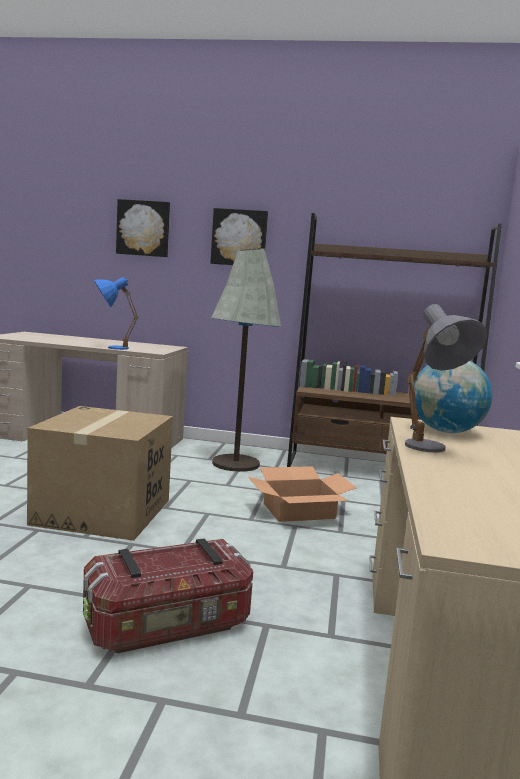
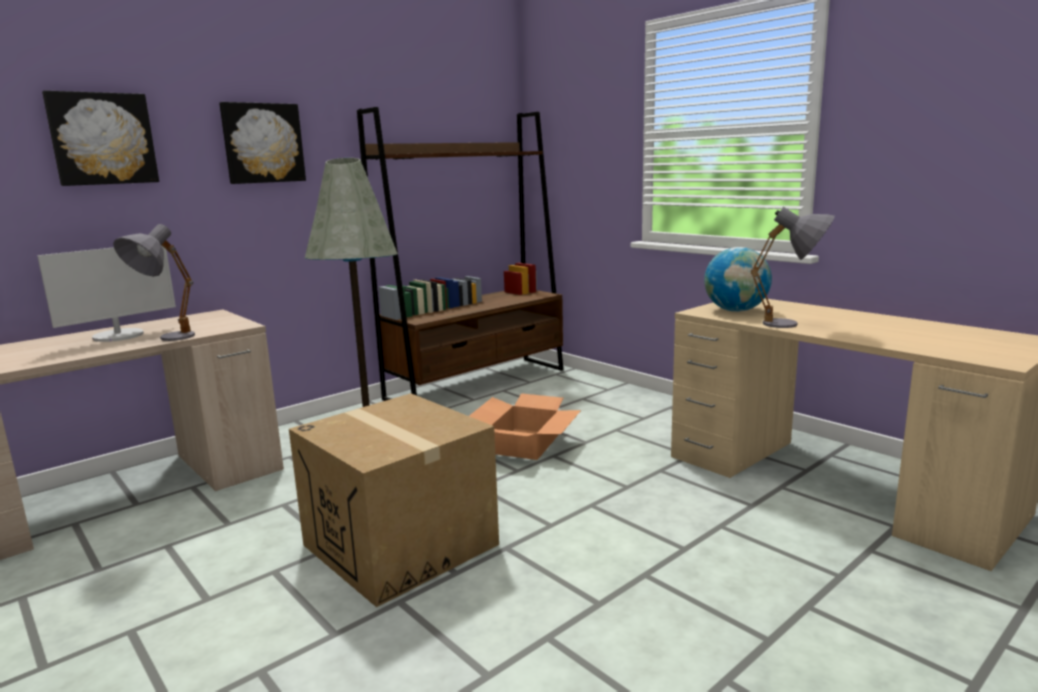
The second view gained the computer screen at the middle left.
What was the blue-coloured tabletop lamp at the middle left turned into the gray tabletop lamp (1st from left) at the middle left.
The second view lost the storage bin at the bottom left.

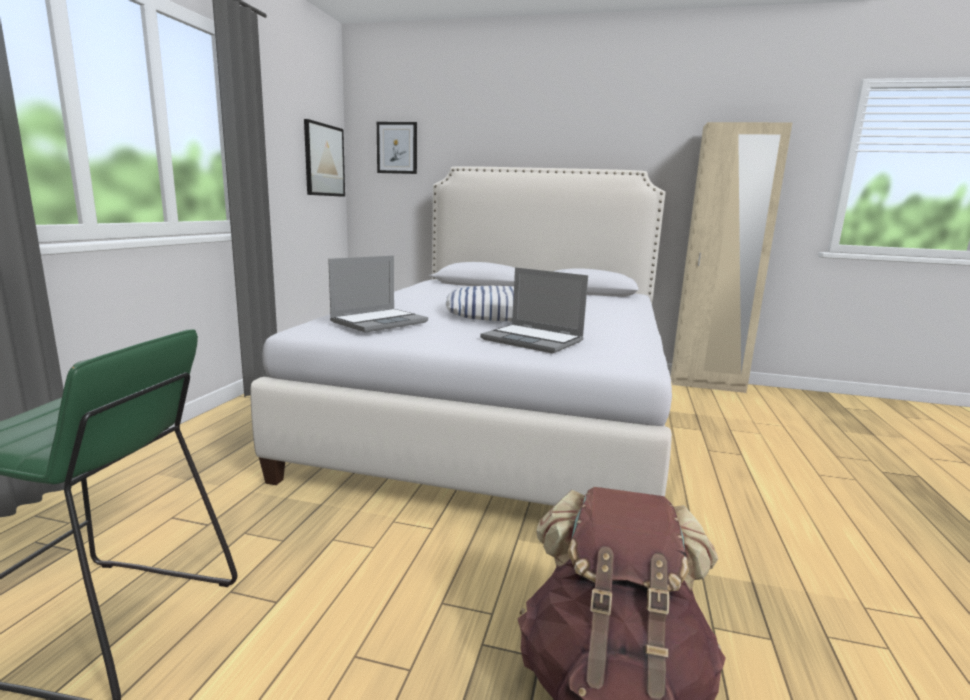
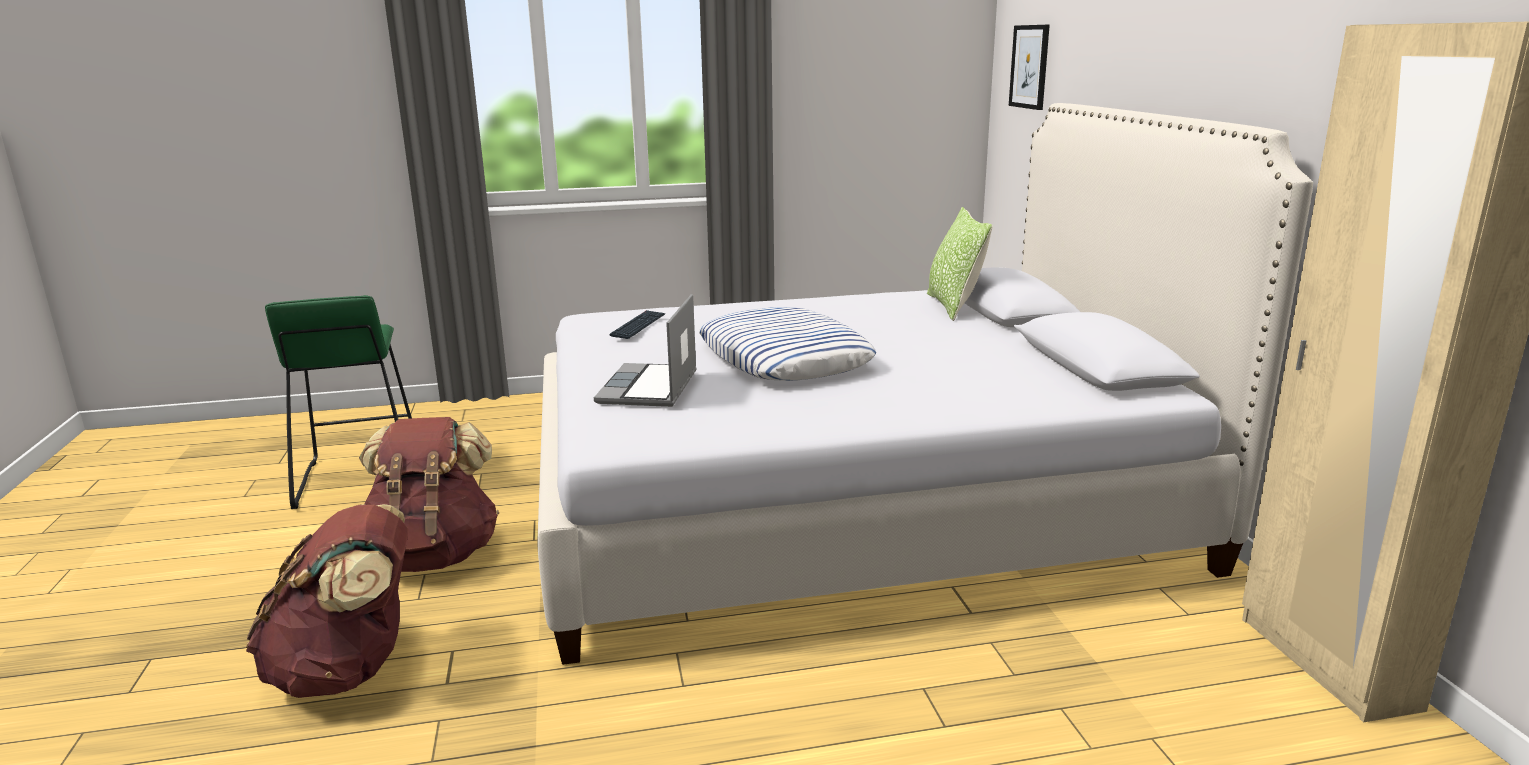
The second view gained the brown rucksack (2nd from left) at the middle left.
Where the notebook computer (1st from left) stood at the centre, the keyboard came to stand at the centre.
The second view gained the cushion (2nd from left) at the centre.
The second view lost the wall art (1st from left) at the top centre.

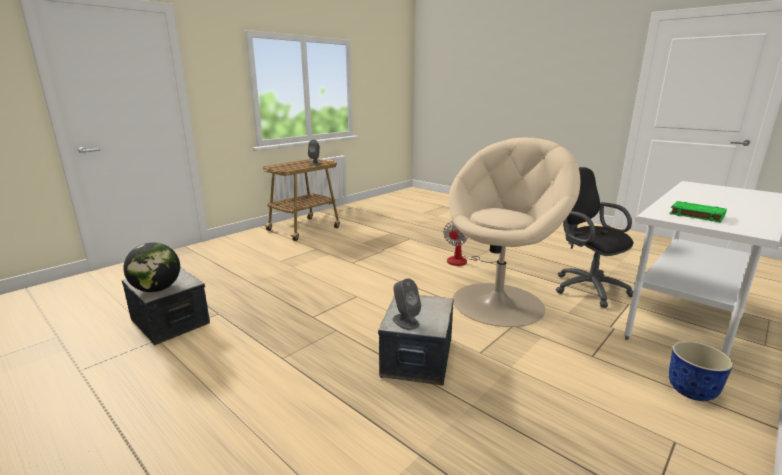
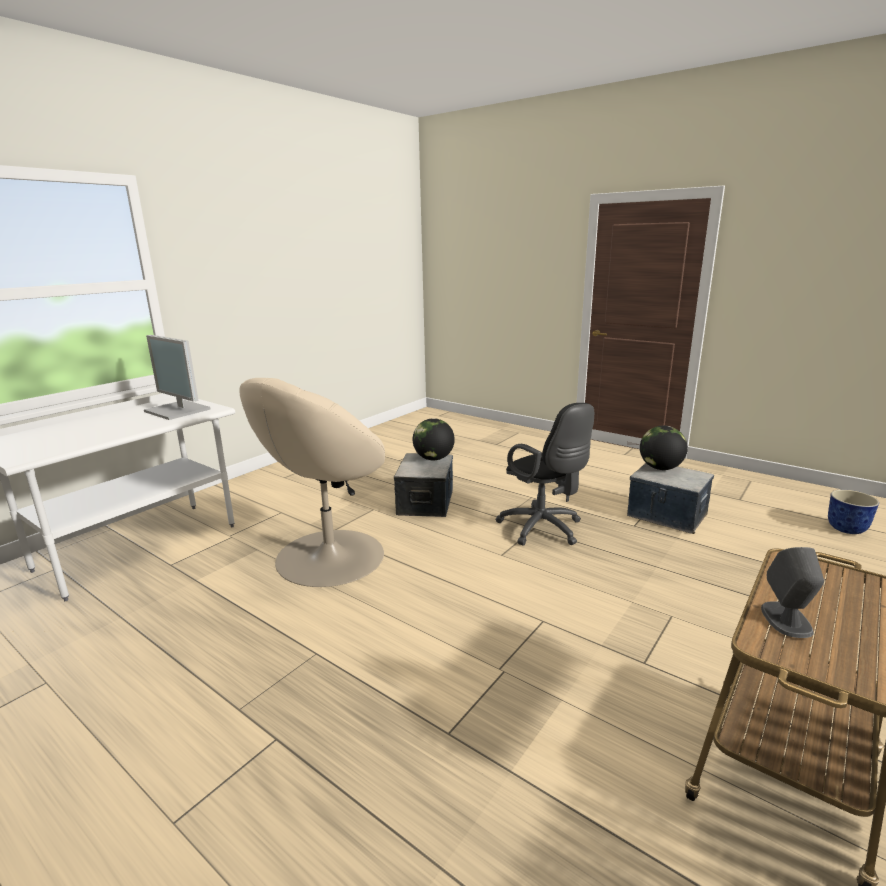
Where the greenish bound book stood at the middle right, the computer screen came to stand at the middle left.
Where the gray loudspeaker (2nd from left) stood at the centre, the desk globe (1st from left) came to stand at the centre.
The black-coloured computer chair ended up elsewhere, having gone from the middle right to the centre.
The planter ended up elsewhere, having gone from the bottom right to the middle right.
The second view lost the electric fan at the centre.

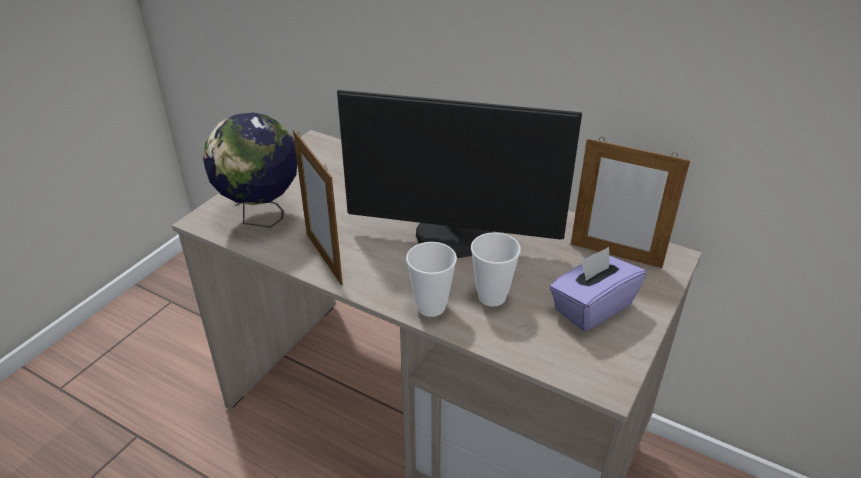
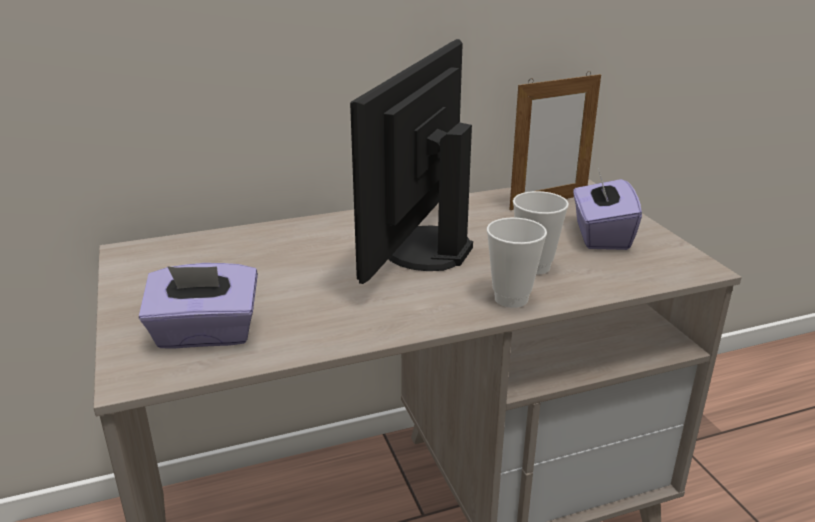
Where the desk globe stood at the middle left, the purple-coloured box of tissues (1st from left) came to stand at the middle left.
The computer screen at the centre ended up facing another way, 150 degrees clockwise from before.
The second view lost the picture frame (1st from left) at the centre.

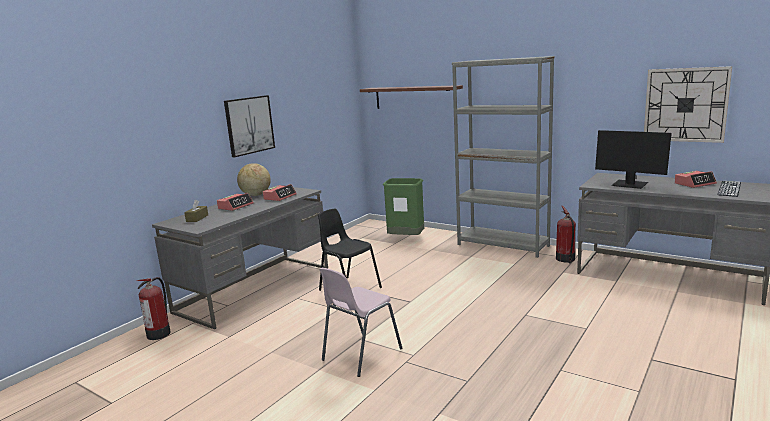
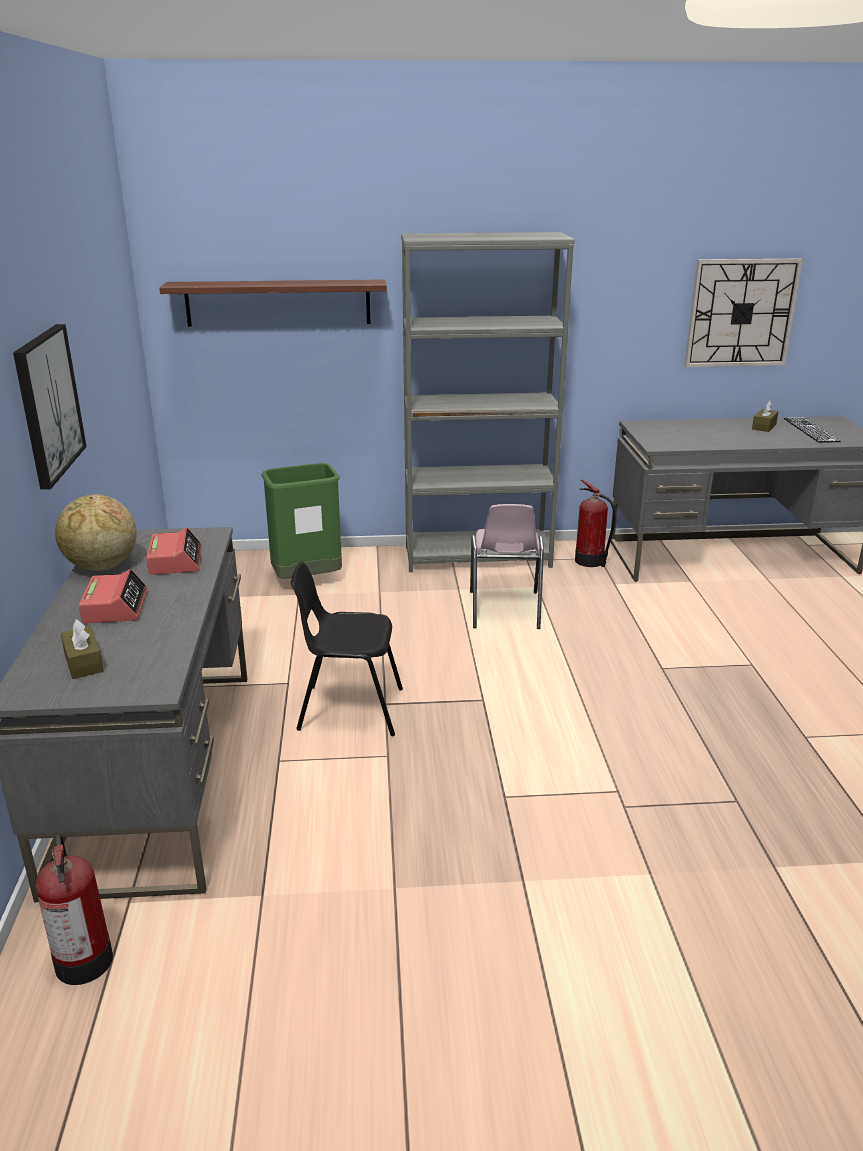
The pink-coloured upright chair ended up elsewhere, having gone from the bottom centre to the centre.
Where the bedside clock (3rd from left) stood at the middle right, the brown box of tissues (2nd from left) came to stand at the middle right.
The second view lost the computer screen at the middle right.

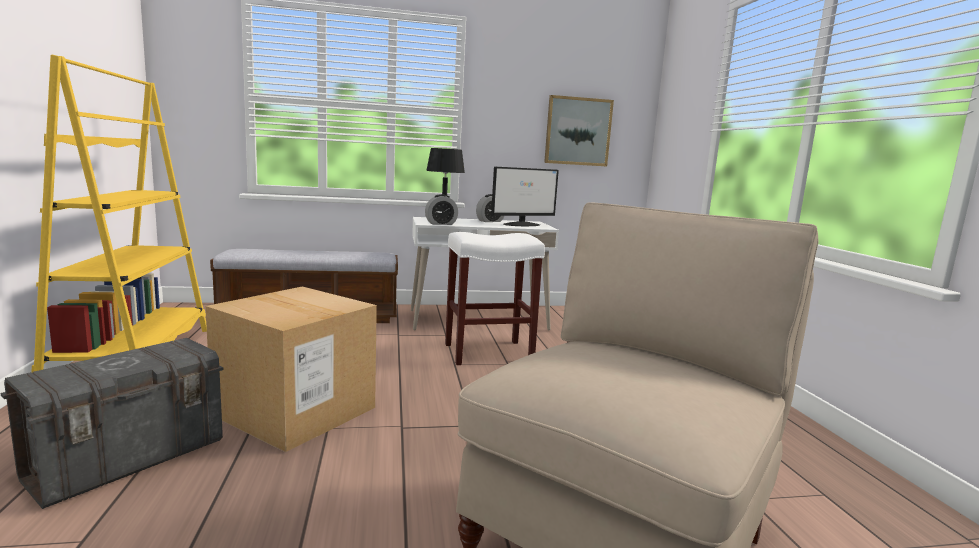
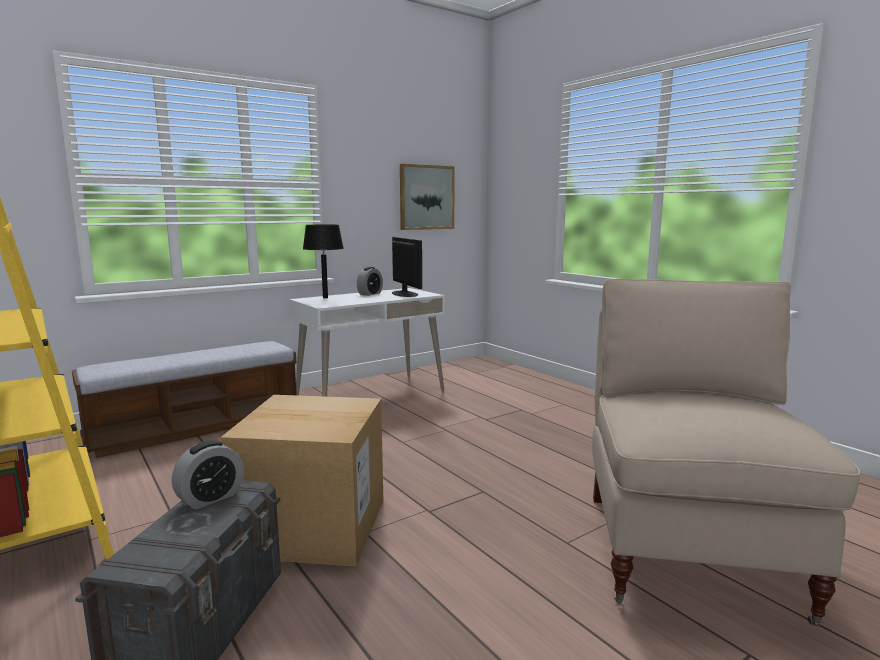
The bedside clock (1st from left) ended up elsewhere, having gone from the centre to the bottom left.
The computer screen at the centre ended up facing another way, 60 degrees counterclockwise from before.
The second view lost the white-coloured sitting stool at the centre.

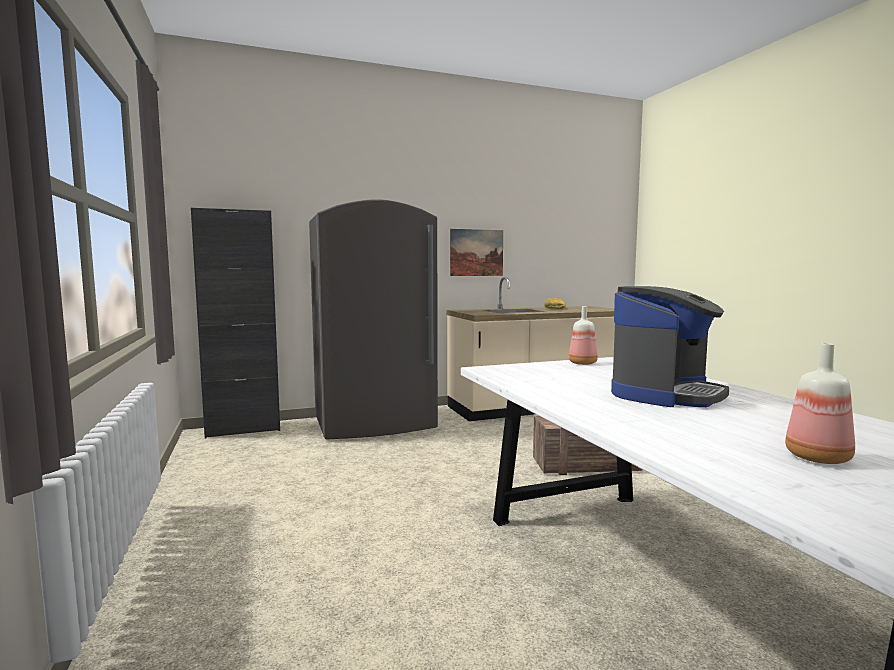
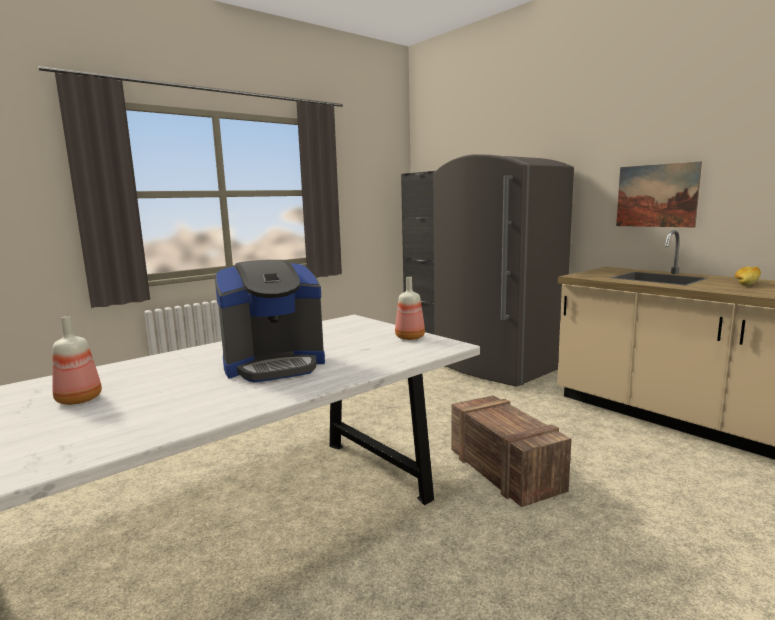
The coffee brewer at the middle right ended up facing another way, 45 degrees counterclockwise from before.

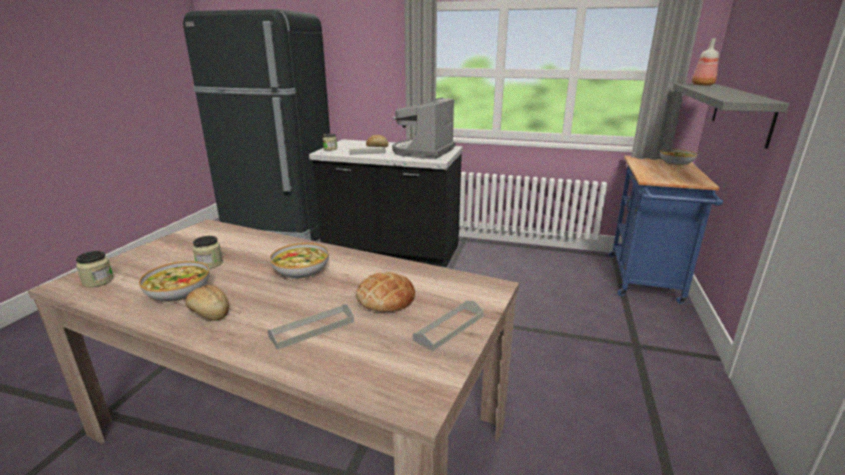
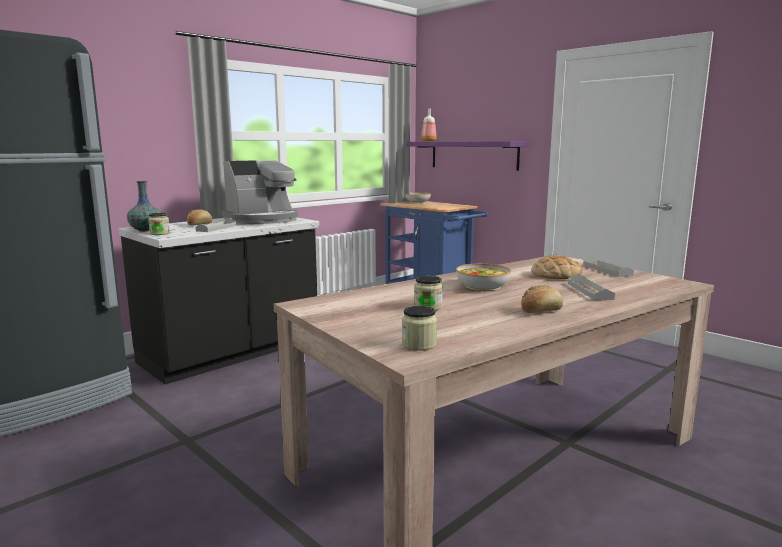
The second view gained the decorative vase at the middle left.
The coffee brewer at the top centre ended up facing another way, 90 degrees counterclockwise from before.
What was the gray bracket shelf at the top right turned into the purple-coloured bracket shelf at the top centre.
The second view lost the serving bowl (1st from left) at the middle left.

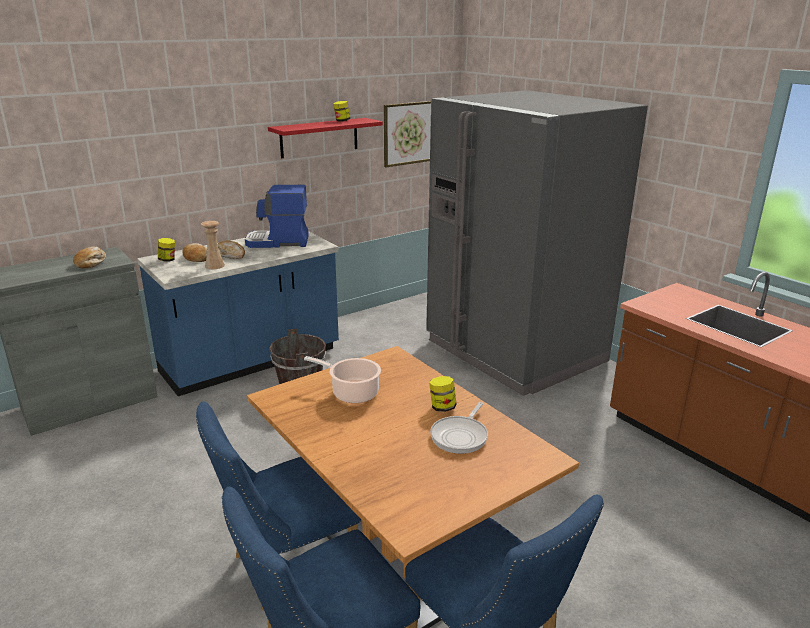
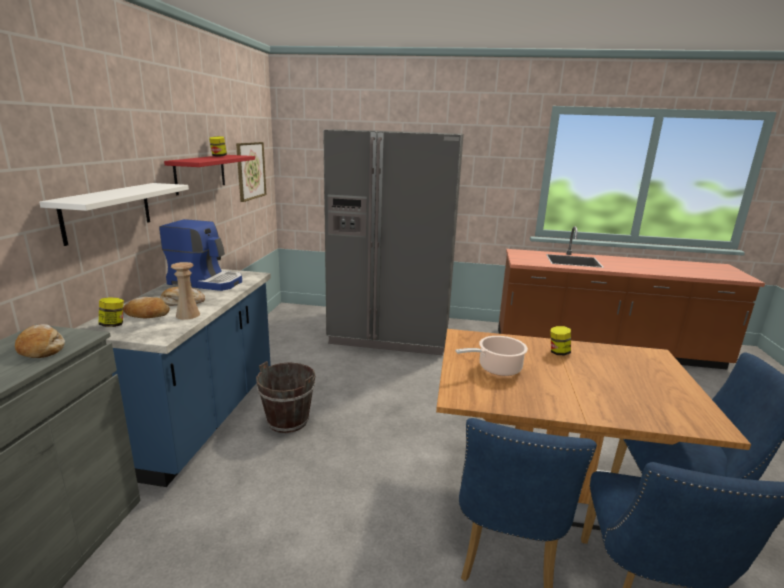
The second view gained the white-coloured bracket shelf at the middle left.
The coffee brewer at the centre ended up facing another way, 120 degrees counterclockwise from before.
The second view lost the frying pan at the bottom centre.

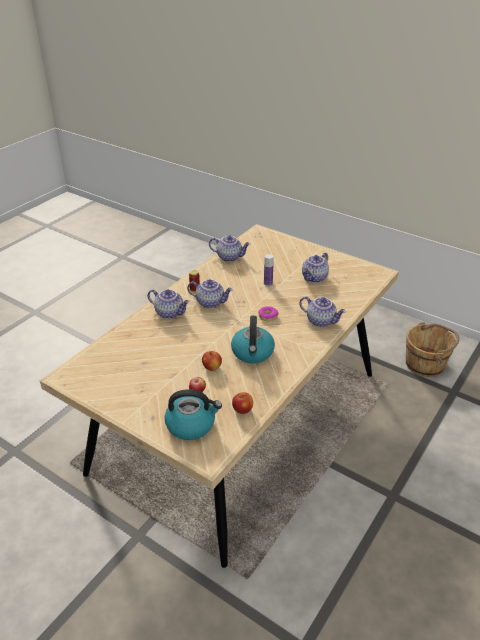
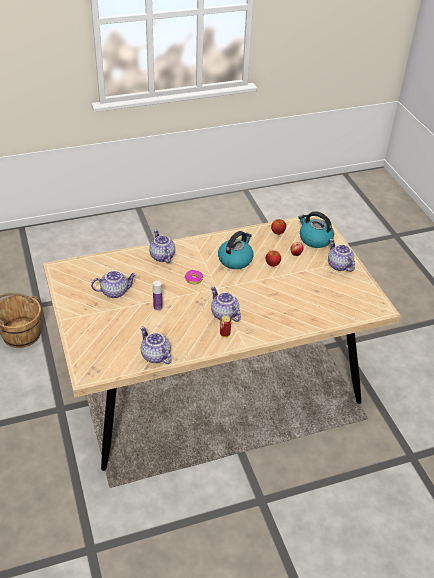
The teapot (1st from left in the first image) ended up elsewhere, having gone from the centre to the middle right.

